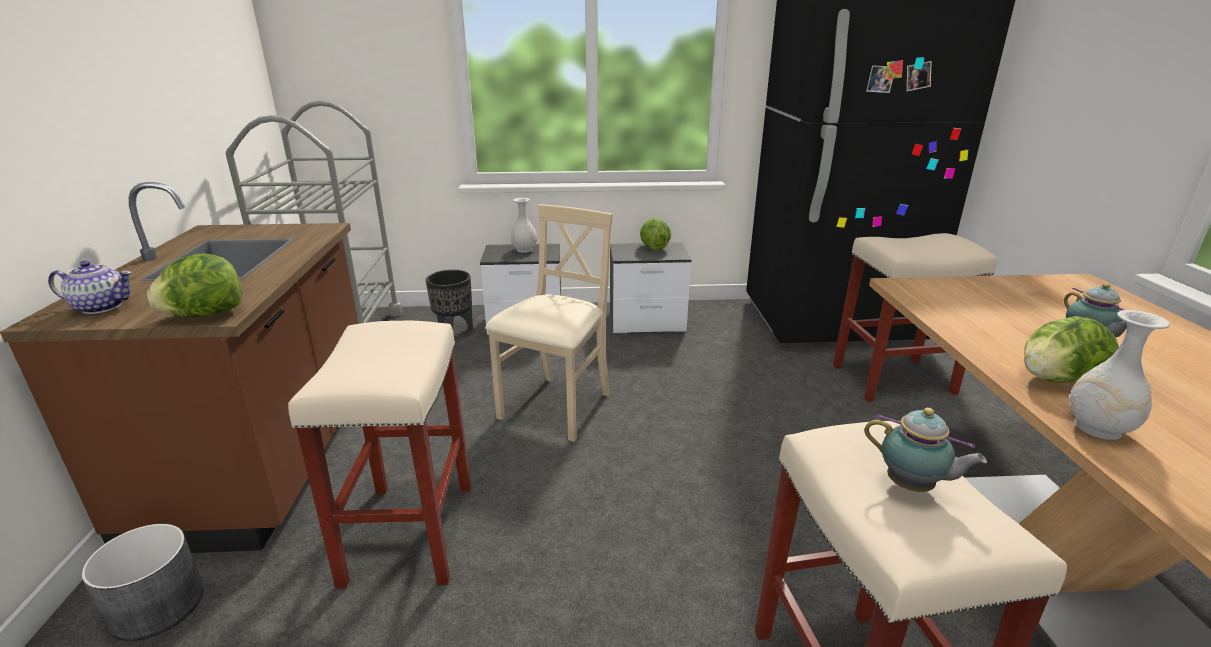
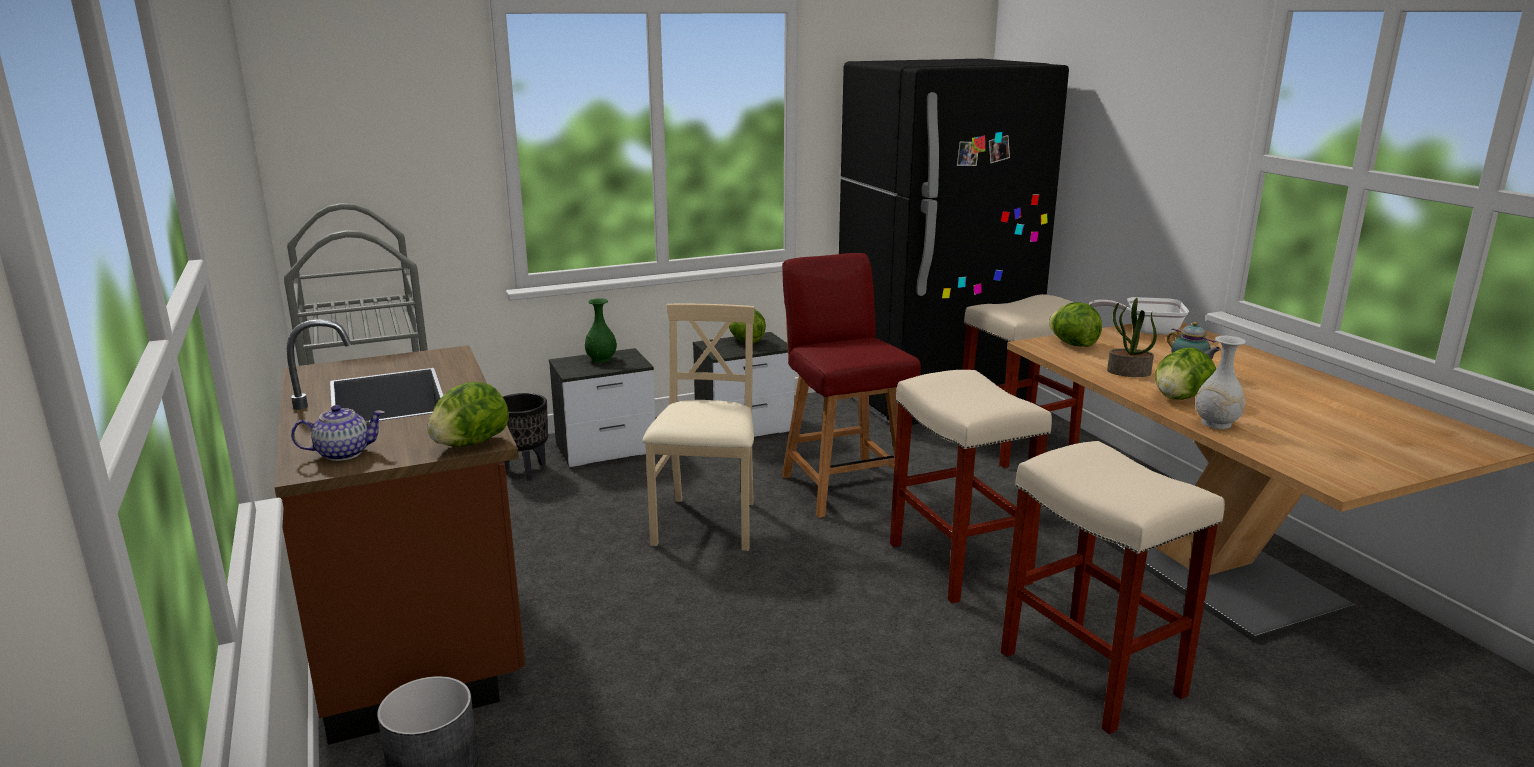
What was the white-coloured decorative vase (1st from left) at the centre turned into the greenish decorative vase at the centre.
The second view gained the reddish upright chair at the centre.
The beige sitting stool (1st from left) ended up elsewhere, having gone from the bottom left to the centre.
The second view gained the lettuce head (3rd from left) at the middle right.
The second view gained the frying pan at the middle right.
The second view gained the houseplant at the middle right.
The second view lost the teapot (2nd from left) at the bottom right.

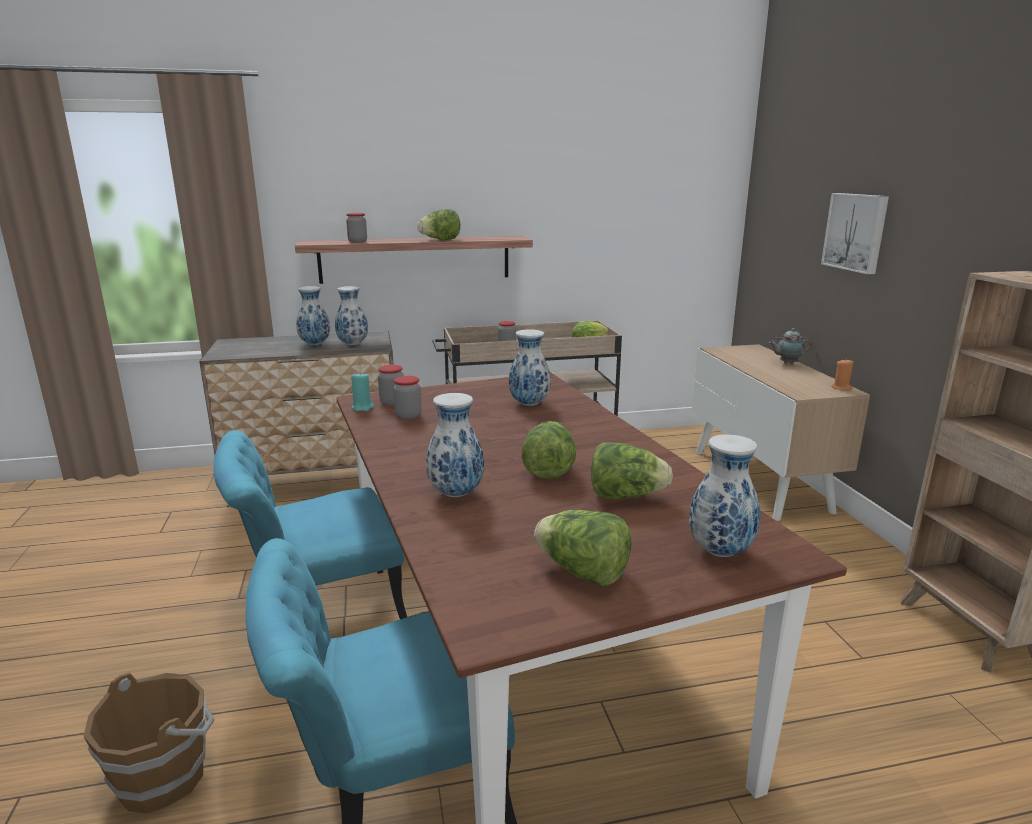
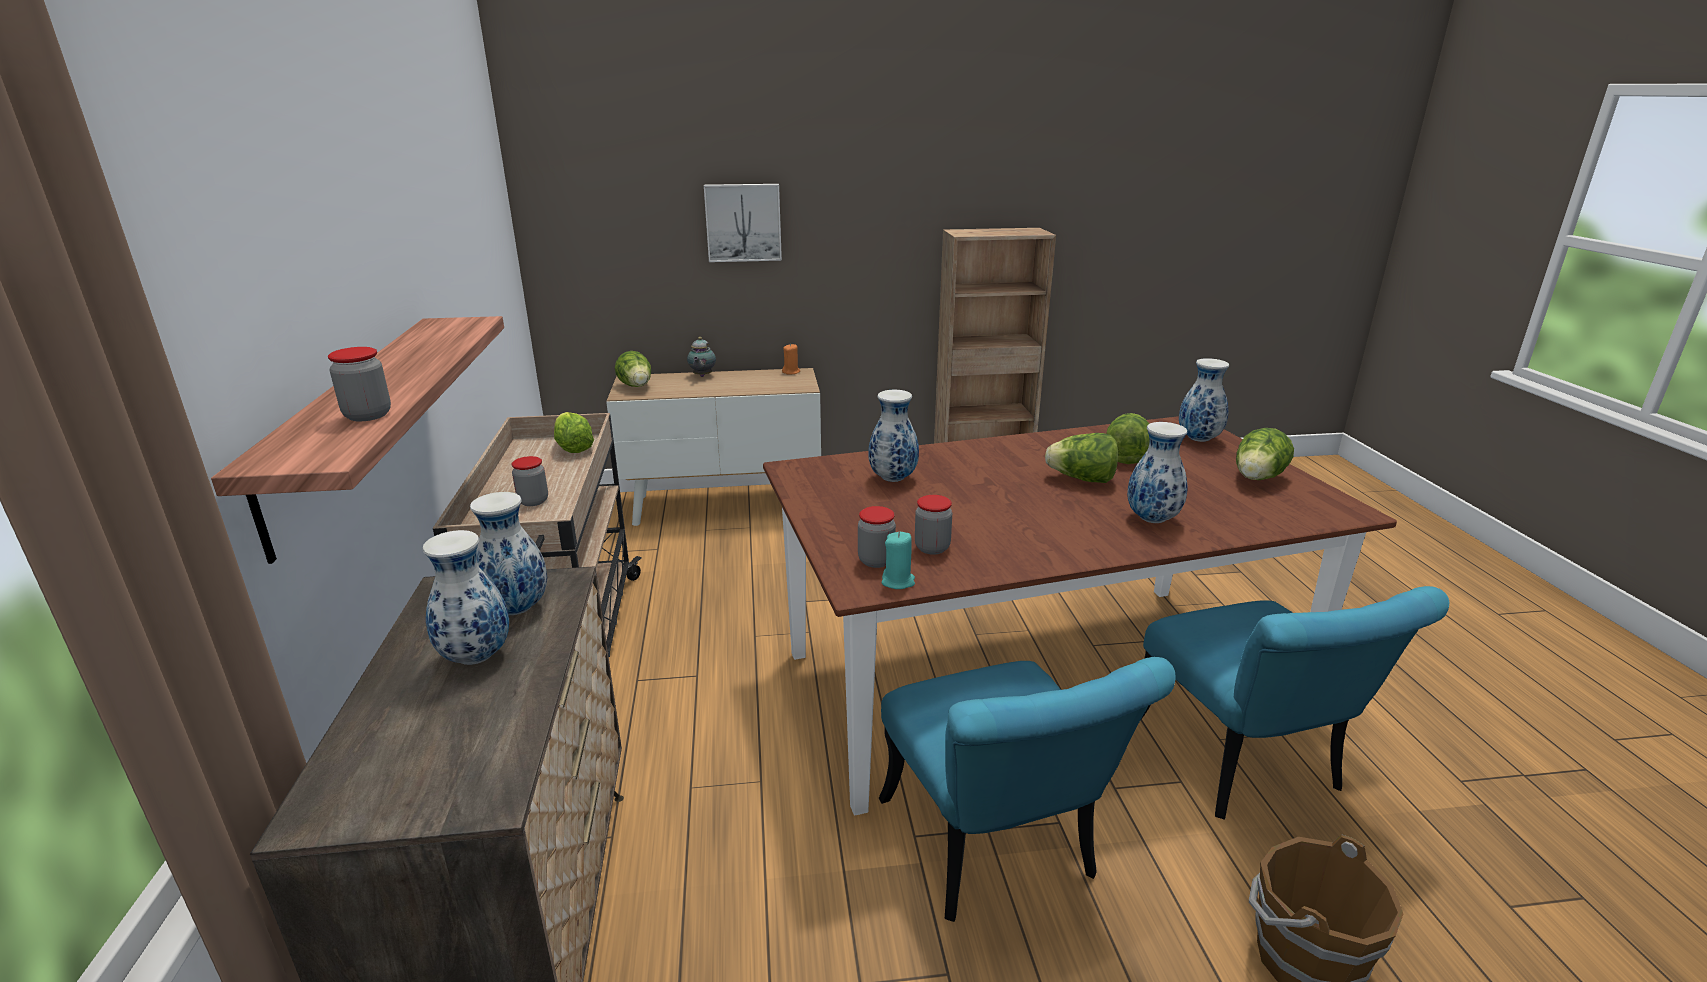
The lettuce head (1st from left in the first image) ended up elsewhere, having gone from the top centre to the centre.

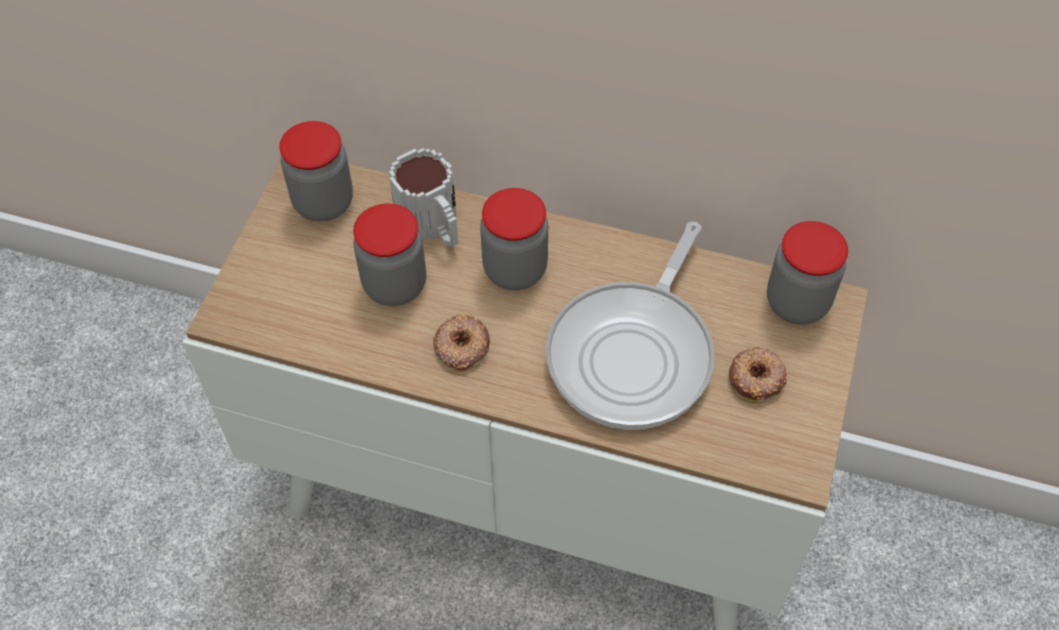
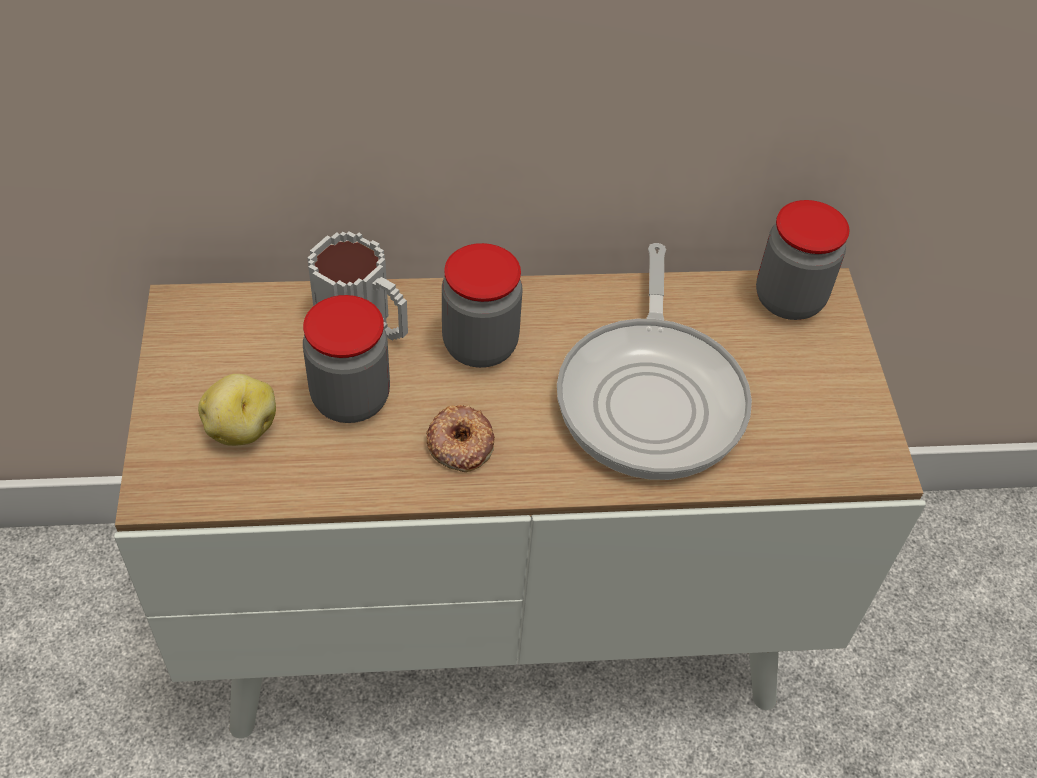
The second view gained the spud at the middle left.
The second view lost the storage jar (1st from left) at the top left.
The second view lost the ring doughnut (2nd from left) at the middle right.

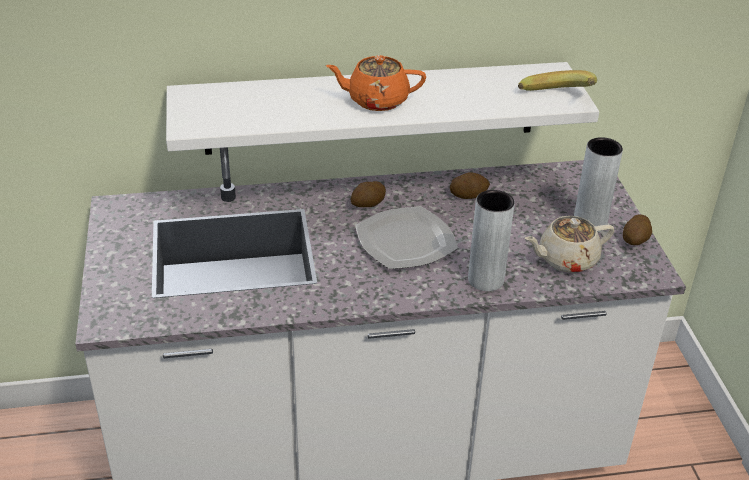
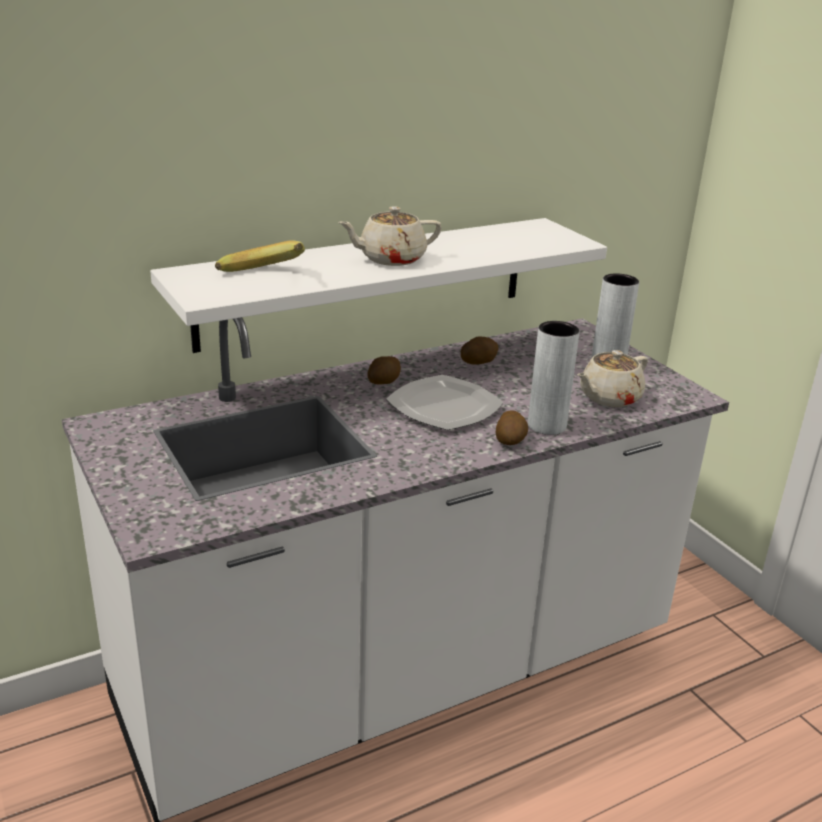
The banana fruit ended up elsewhere, having gone from the top right to the top left.
What was the orange-coloured teapot at the top centre turned into the beige teapot (1st from left) at the top centre.
The spud (3rd from left) ended up elsewhere, having gone from the middle right to the centre.

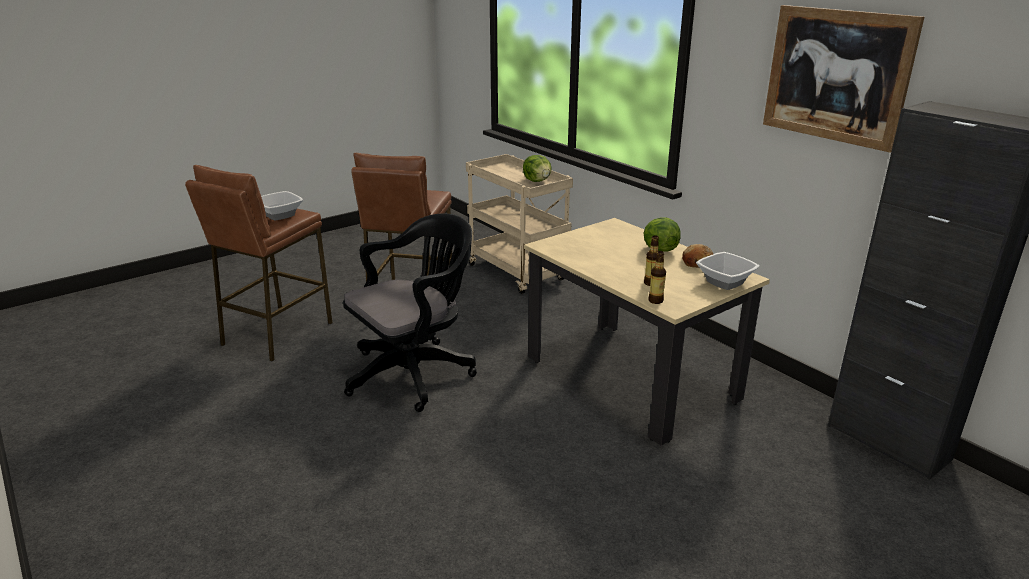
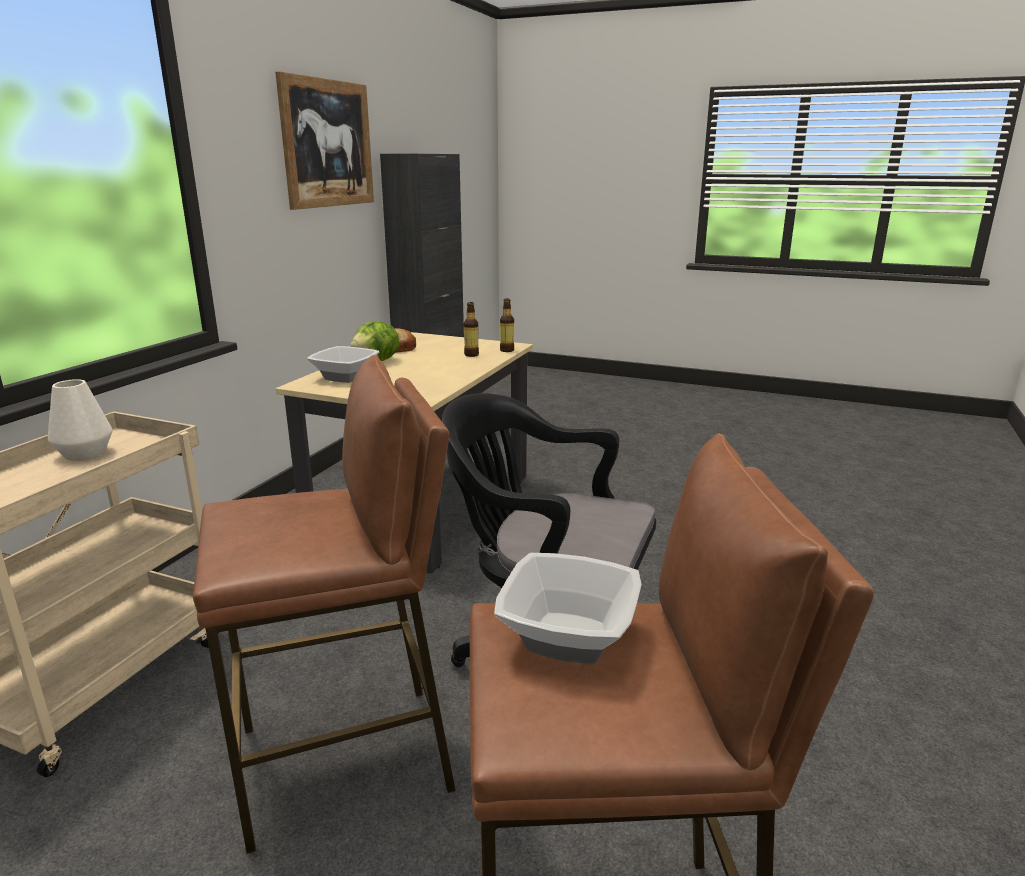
Where the lettuce head (1st from left) stood at the top centre, the white-coloured decorative vase came to stand at the middle left.
The serving bowl (2nd from left in the first image) ended up elsewhere, having gone from the middle right to the centre.

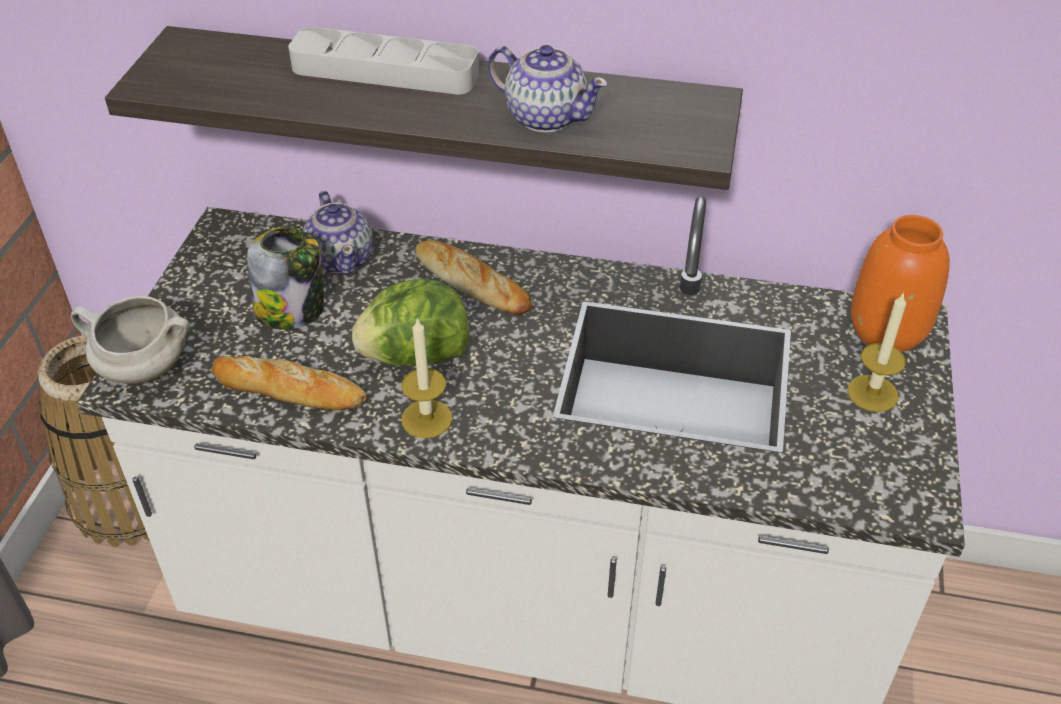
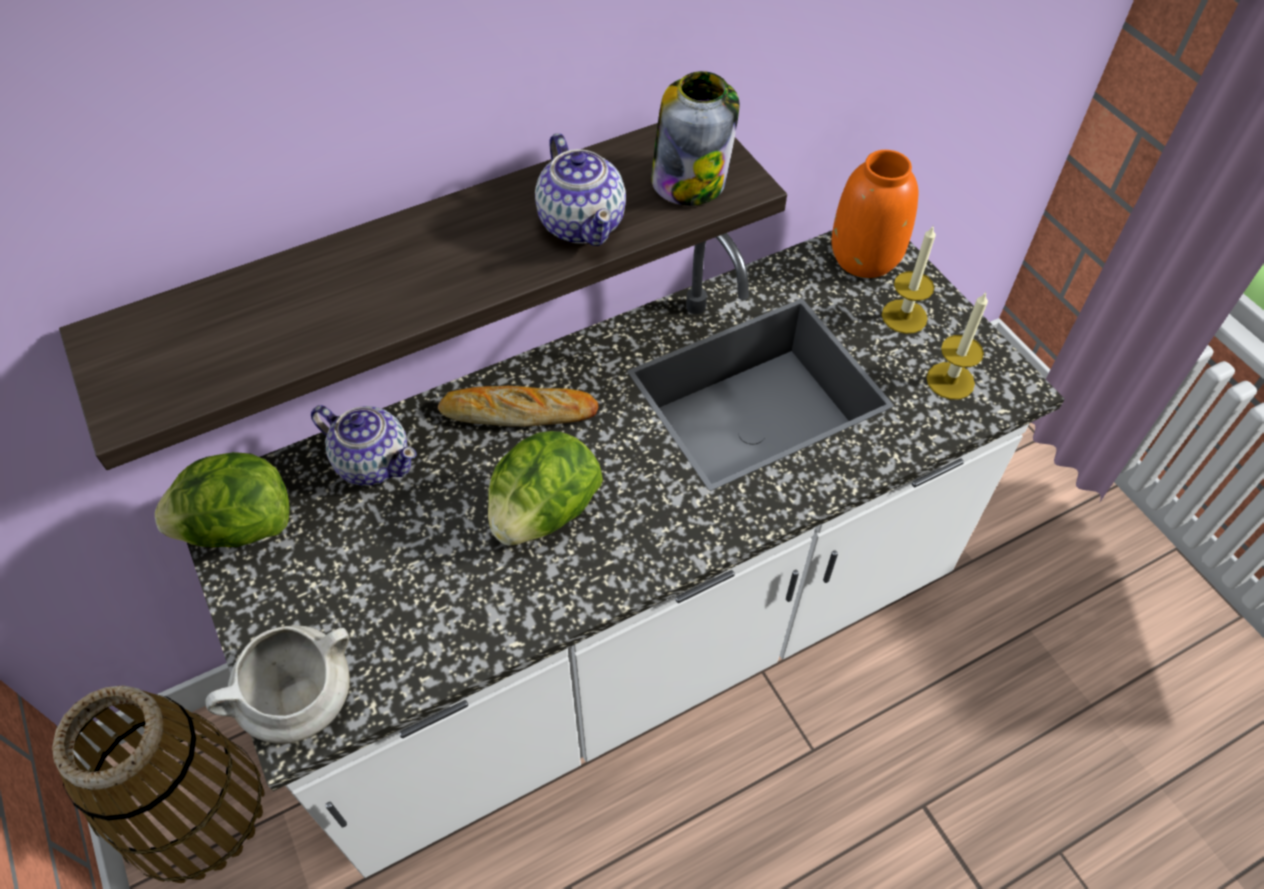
The second view gained the lettuce head (1st from left) at the middle left.
The teapot (2nd from left) at the top centre ended up facing another way, 75 degrees clockwise from before.
The storage jar ended up elsewhere, having gone from the middle left to the top centre.
The wax light (1st from left in the first image) ended up elsewhere, having gone from the centre to the middle right.
The second view lost the bread (1st from left) at the middle left.
The second view lost the gray carrying tray at the top centre.

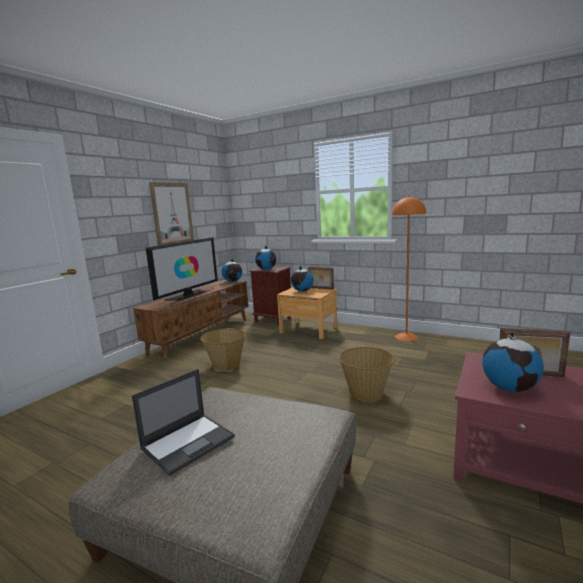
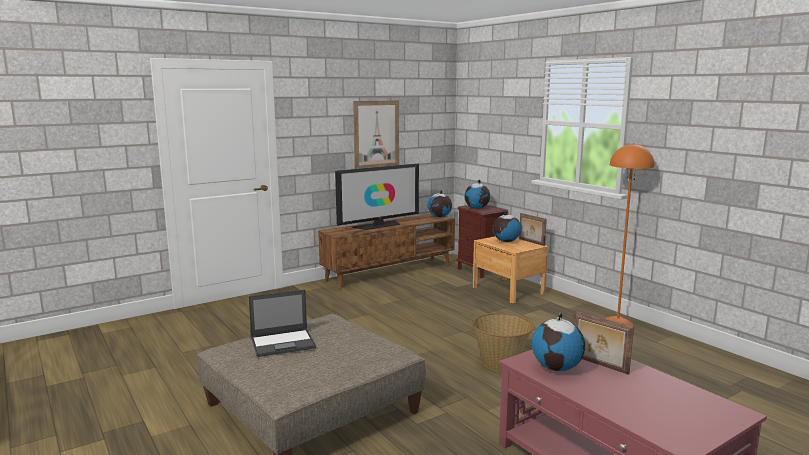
The second view lost the basket (1st from left) at the centre.

